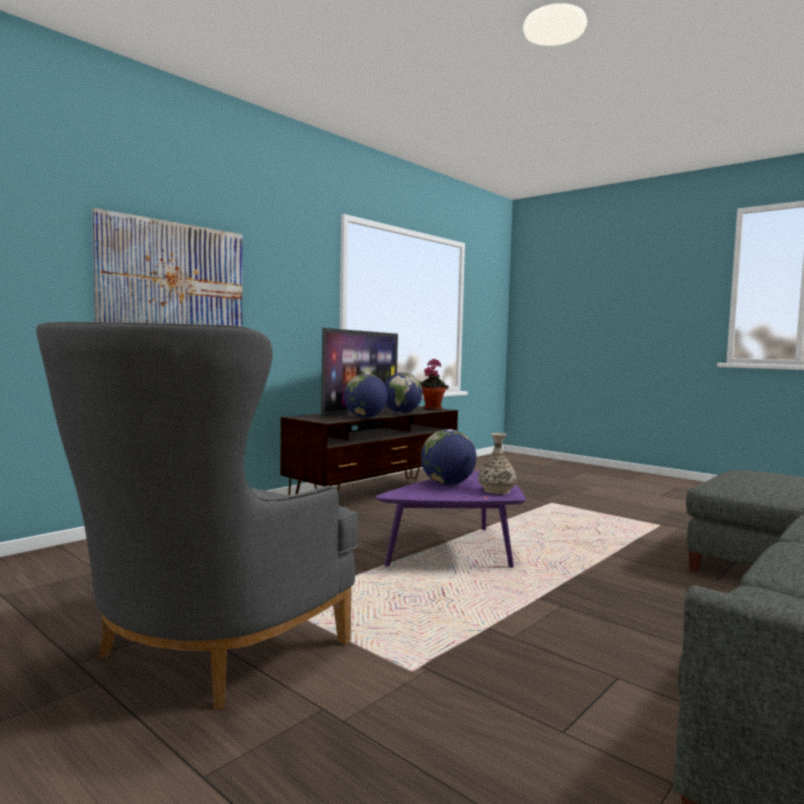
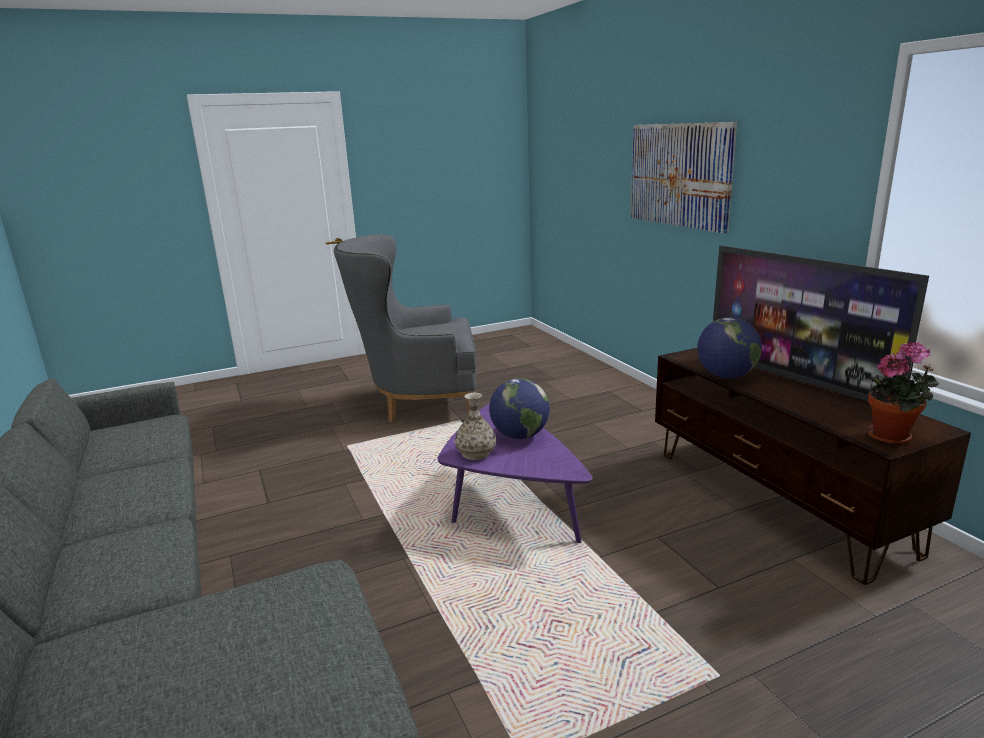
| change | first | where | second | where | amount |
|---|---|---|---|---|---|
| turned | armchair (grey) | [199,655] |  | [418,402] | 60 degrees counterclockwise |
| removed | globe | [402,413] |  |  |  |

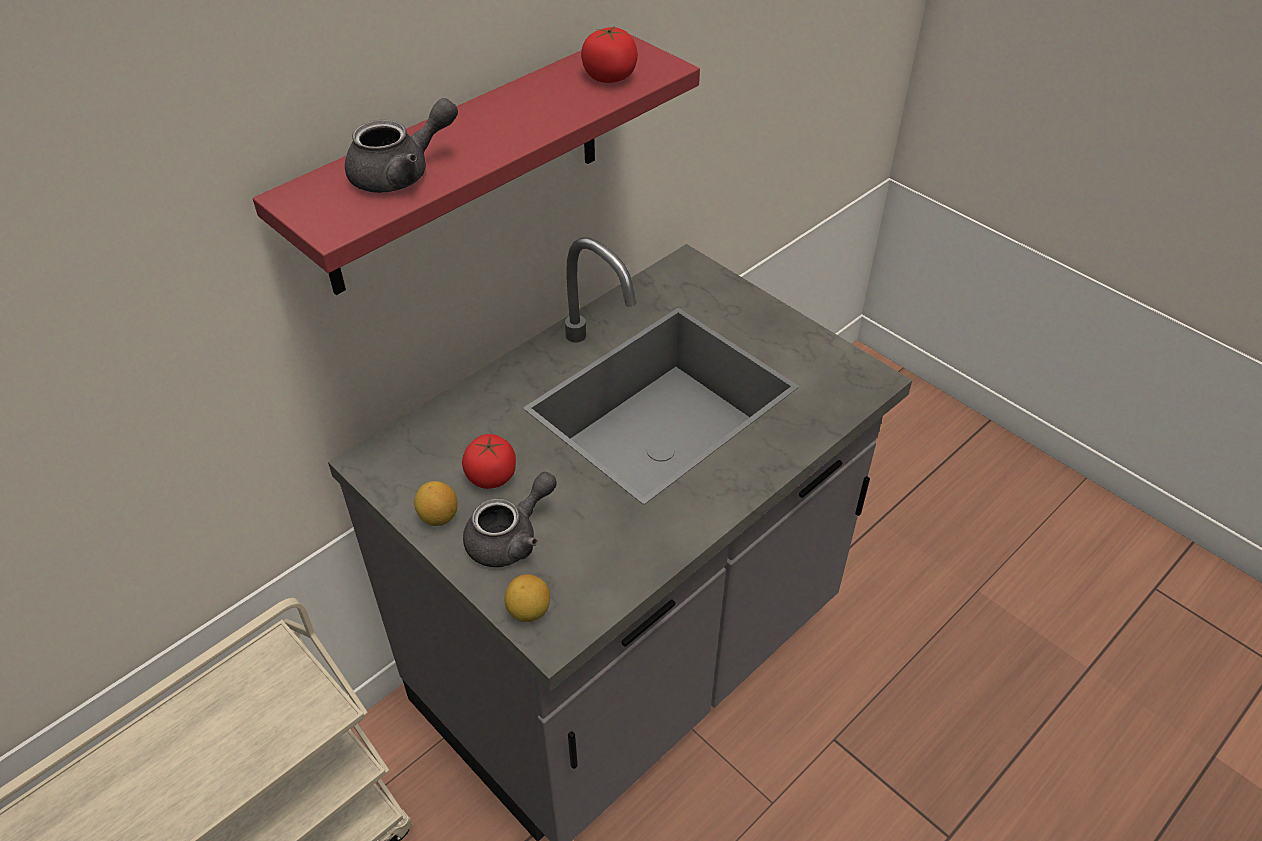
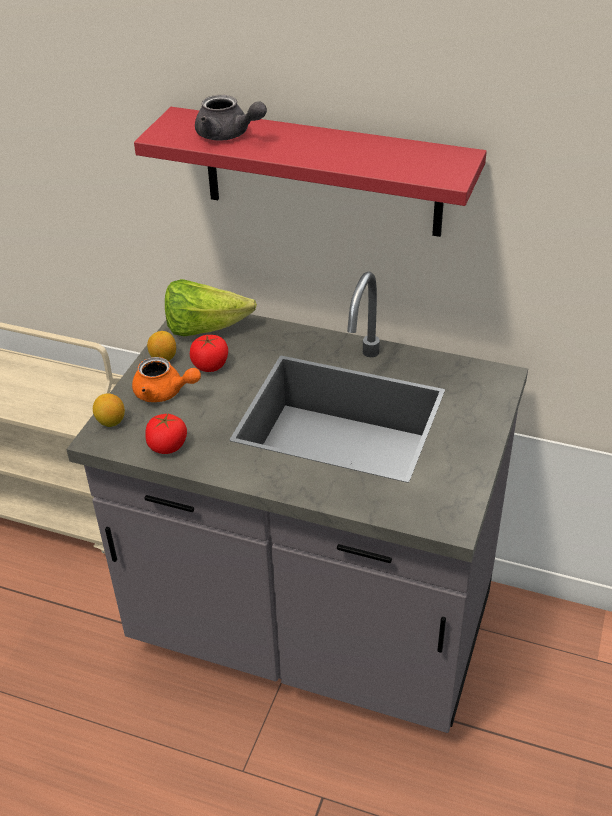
| change | first | where | second | where | amount |
|---|---|---|---|---|---|
| recoloured | teapot (grey) | [511,538] | teapot (orange) | [164,393] |  |
| moved | tomato | [610,76] |  | [167,446] |  |
| added |  |  | lettuce | [204,328] |  |

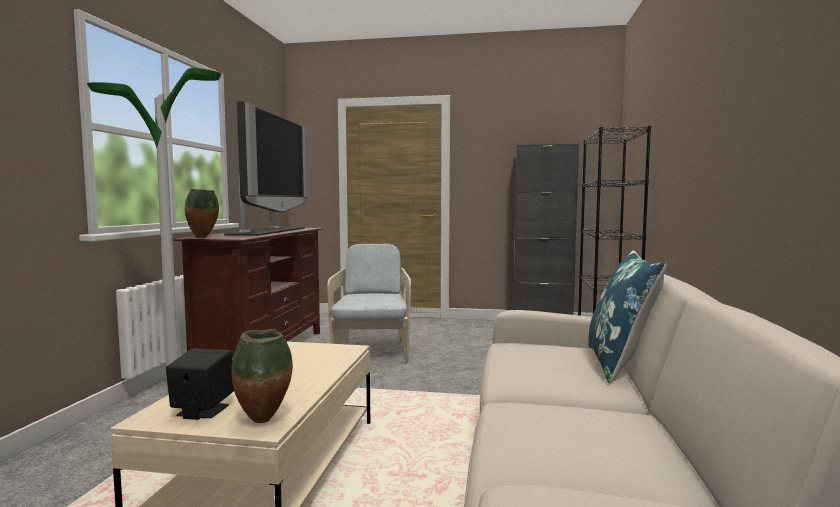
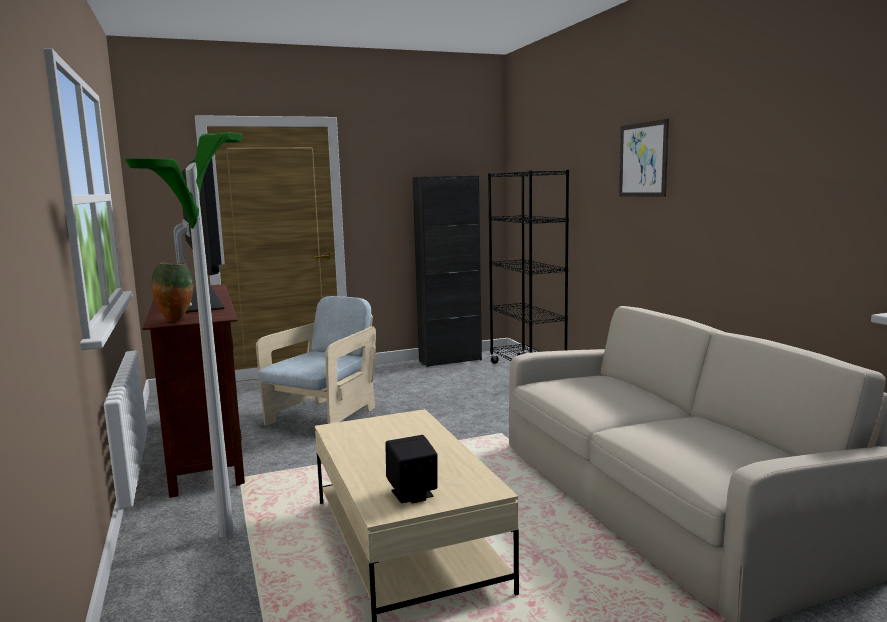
| change | first | where | second | where | amount |
|---|---|---|---|---|---|
| turned | armchair (beige) | [372,351] |  | [323,417] | 60 degrees clockwise |
| added |  |  | picture | [643,160] |  |
| removed | vase | [264,421] |  |  |  |
| removed | pillow (blue) | [620,364] |  |  |  |

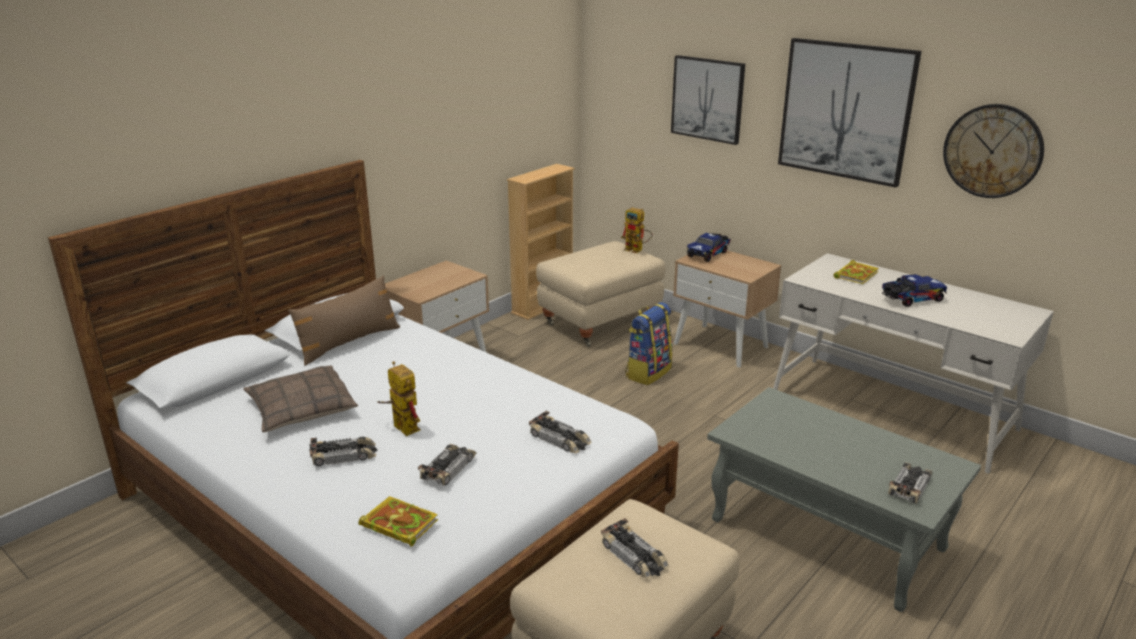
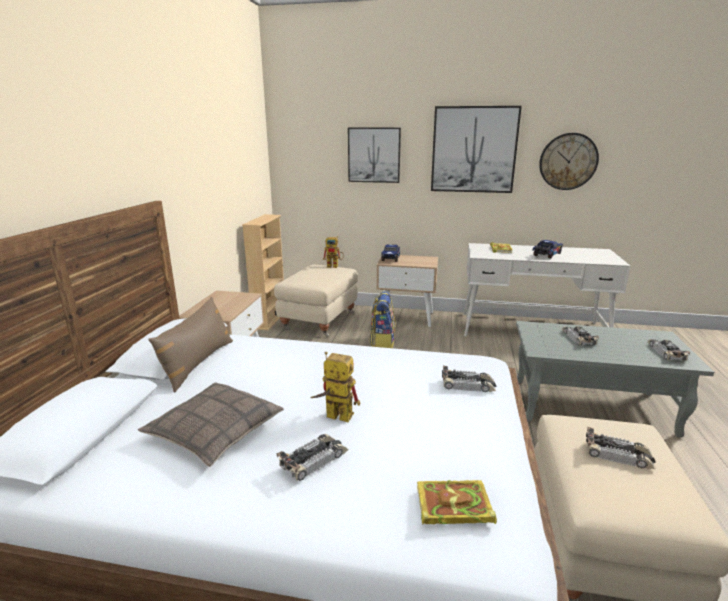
| change | first | where | second | where | amount |
|---|---|---|---|---|---|
| moved | toy car | [449,467] |  | [578,338] |  |

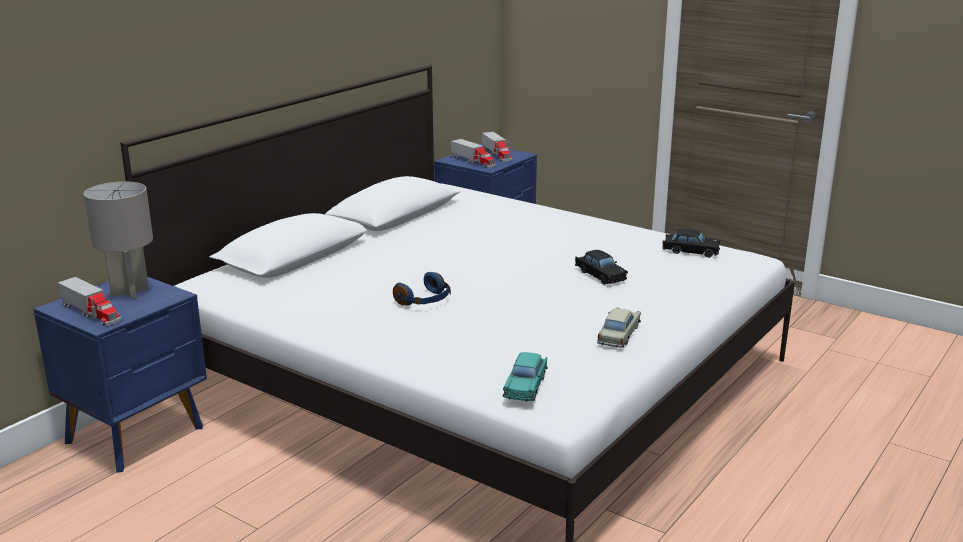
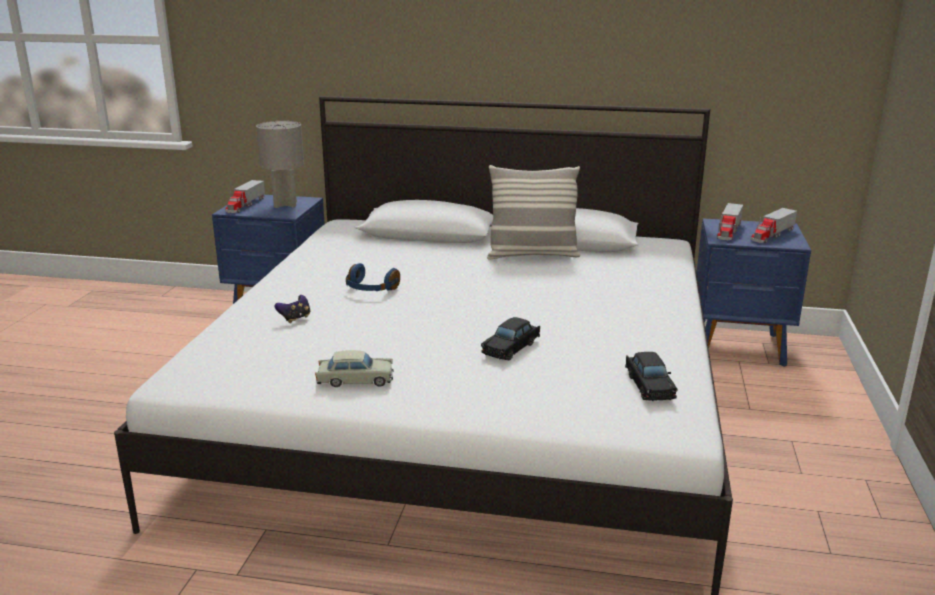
| change | first | where | second | where | amount |
|---|---|---|---|---|---|
| added |  |  | game controller | [295,319] |  |
| added |  |  | pillow | [532,255] |  |
| removed | toy car (turquoise) | [526,386] |  |  |  |

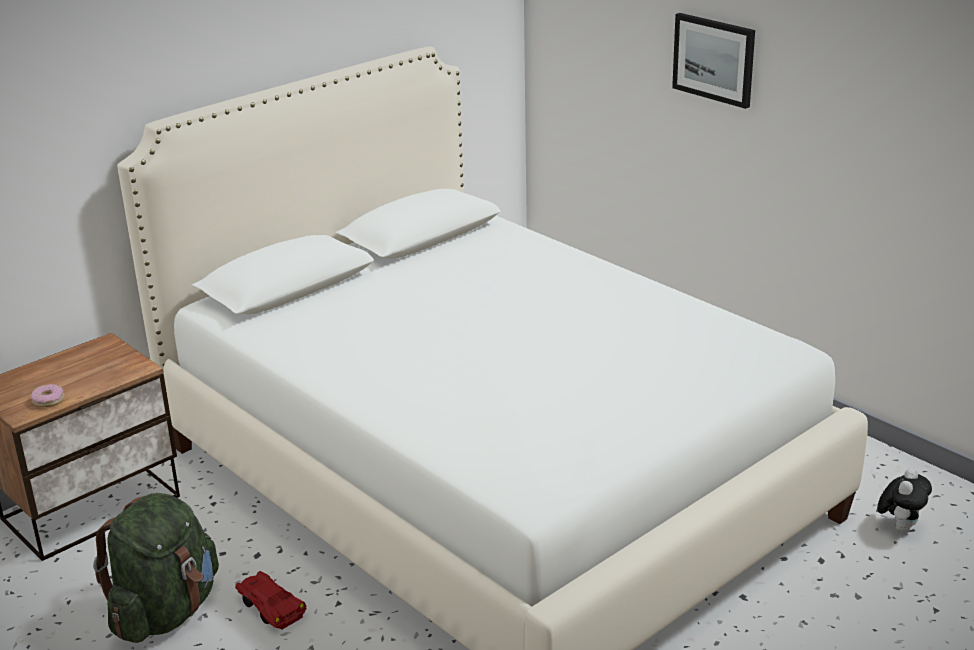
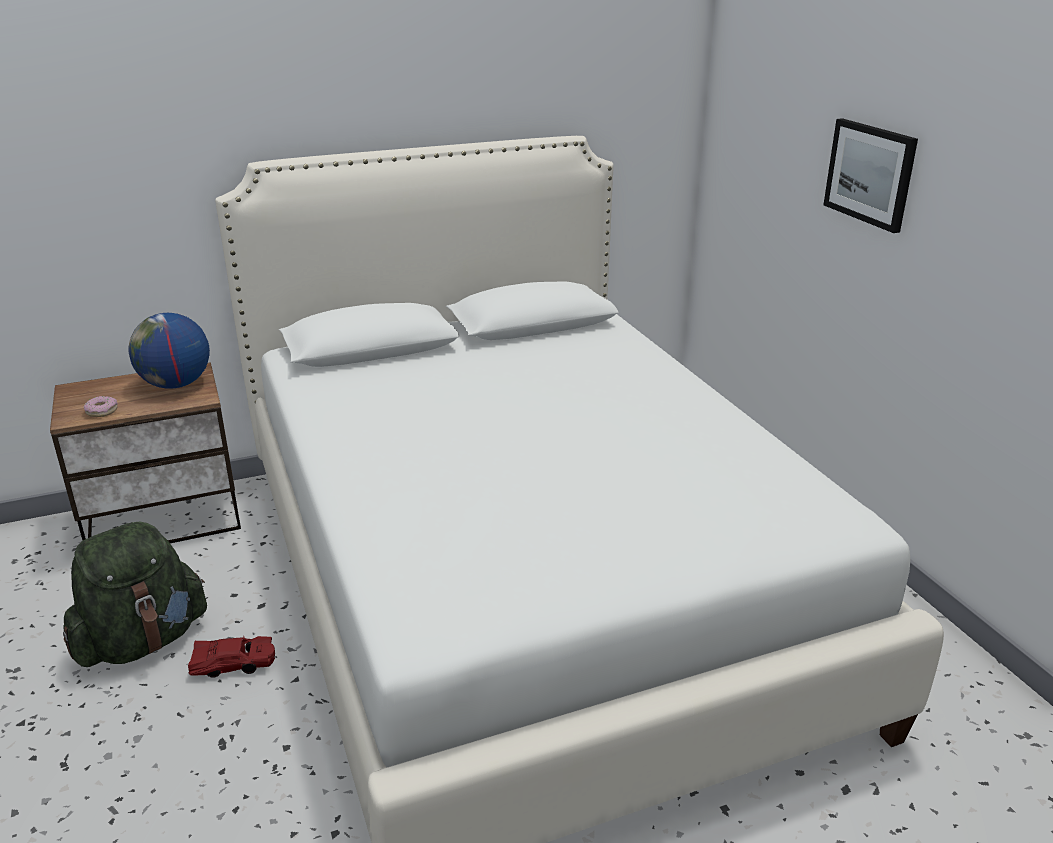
| change | first | where | second | where | amount |
|---|---|---|---|---|---|
| added |  |  | globe | [176,385] |  |
| turned | toy car (red) | [270,607] |  | [233,664] | 105 degrees clockwise |
| removed | plush toy | [900,527] |  |  |  |

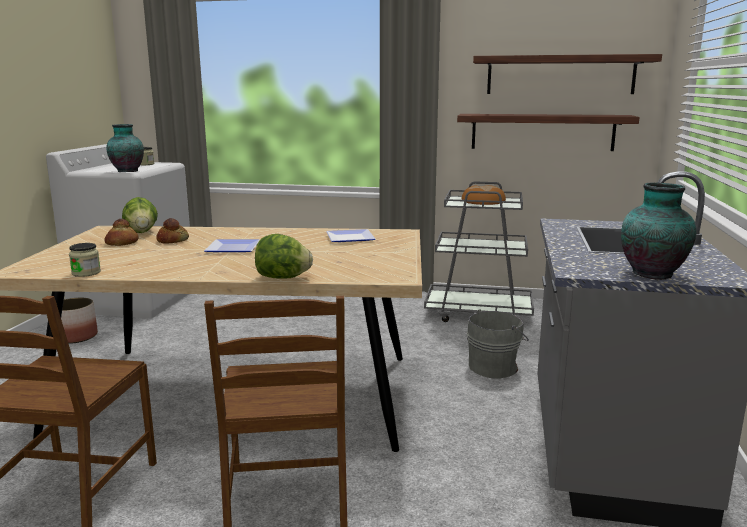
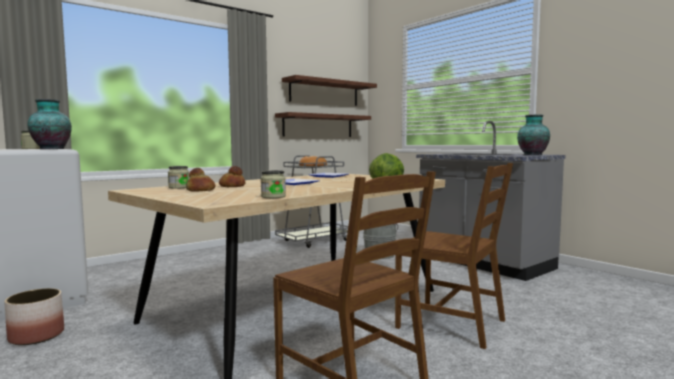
| change | first | where | second | where | amount |
|---|---|---|---|---|---|
| replaced | lettuce | [141,232] | jar | [179,187] |  |

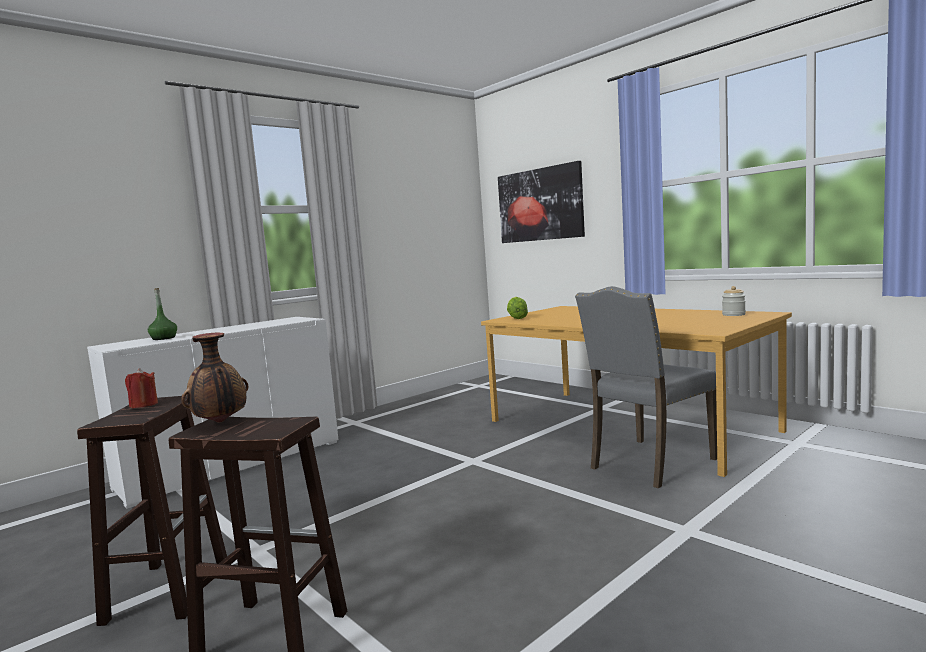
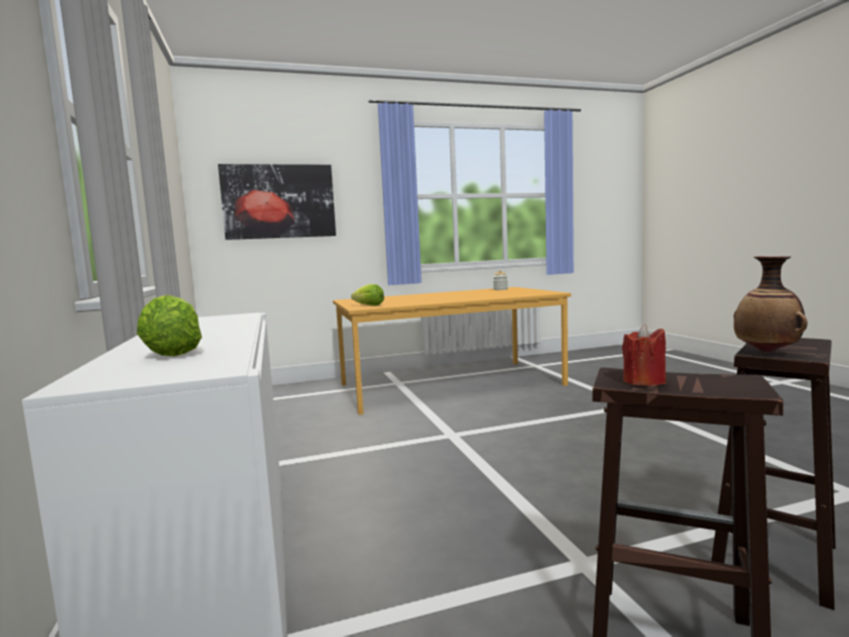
| change | first | where | second | where | amount |
|---|---|---|---|---|---|
| replaced | bottle (green) | [163,338] | lettuce | [173,353] |  |
| removed | chair (grey) | [649,463] |  |  |  |

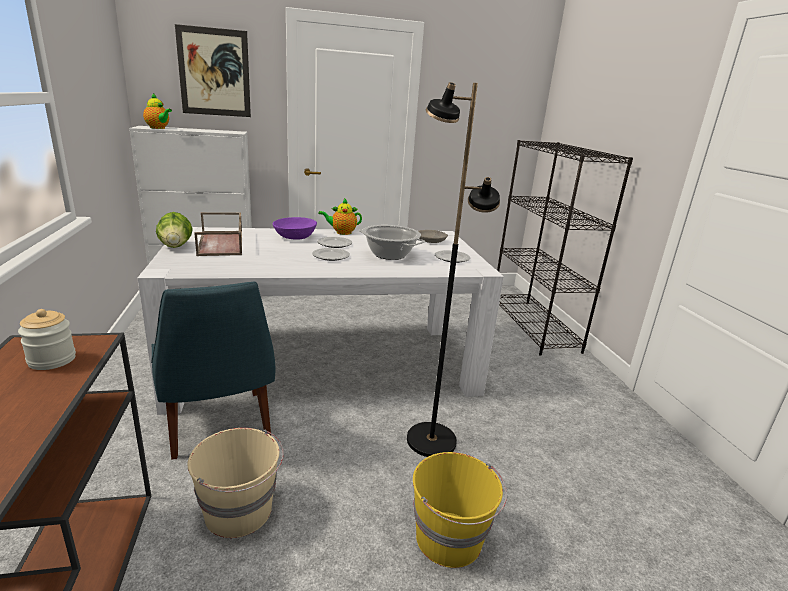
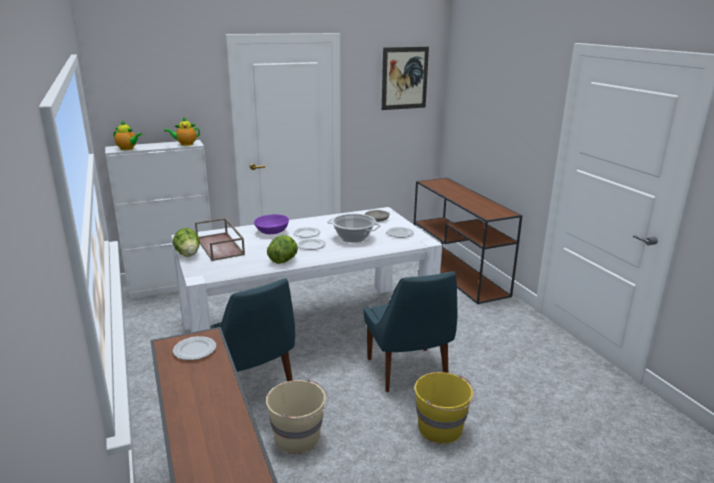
| change | first | where | second | where | amount |
|---|---|---|---|---|---|
| moved | teapot | [341,232] |  | [185,144] |  |
| replaced | jar | [52,360] | plate | [195,350] |  |
| added |  |  | lettuce | [283,260] |  |
| replaced | floor lamp (black) | [430,440] | chair (blue) | [408,371] |  |
| moved | picture | [214,72] |  | [404,78] |  |
| replaced | bookcase (black) | [534,326] | console table (brown) | [458,273] |  |

